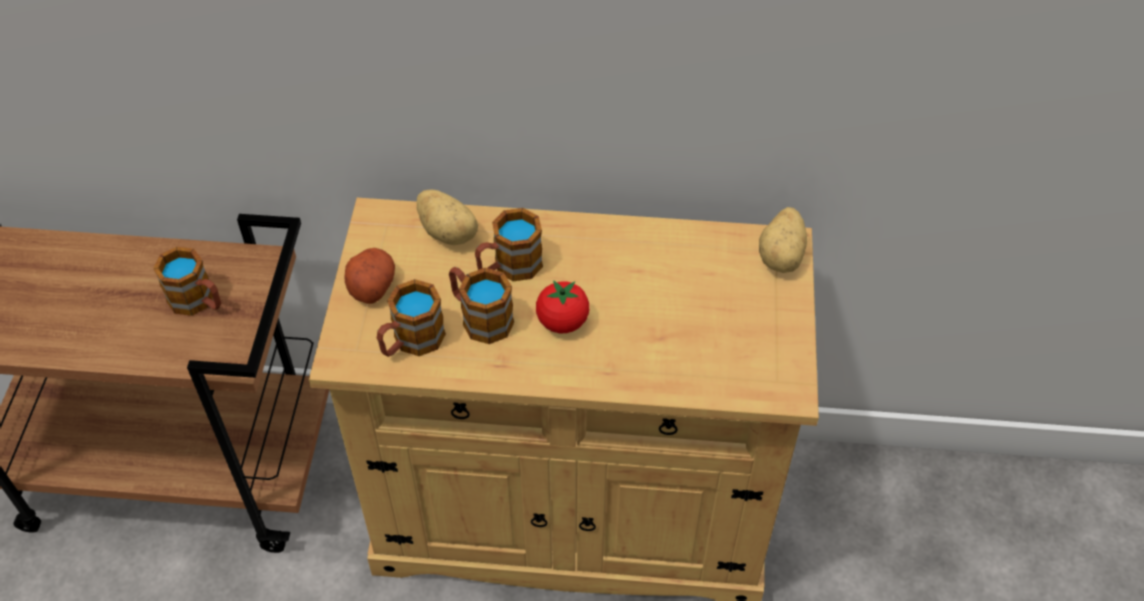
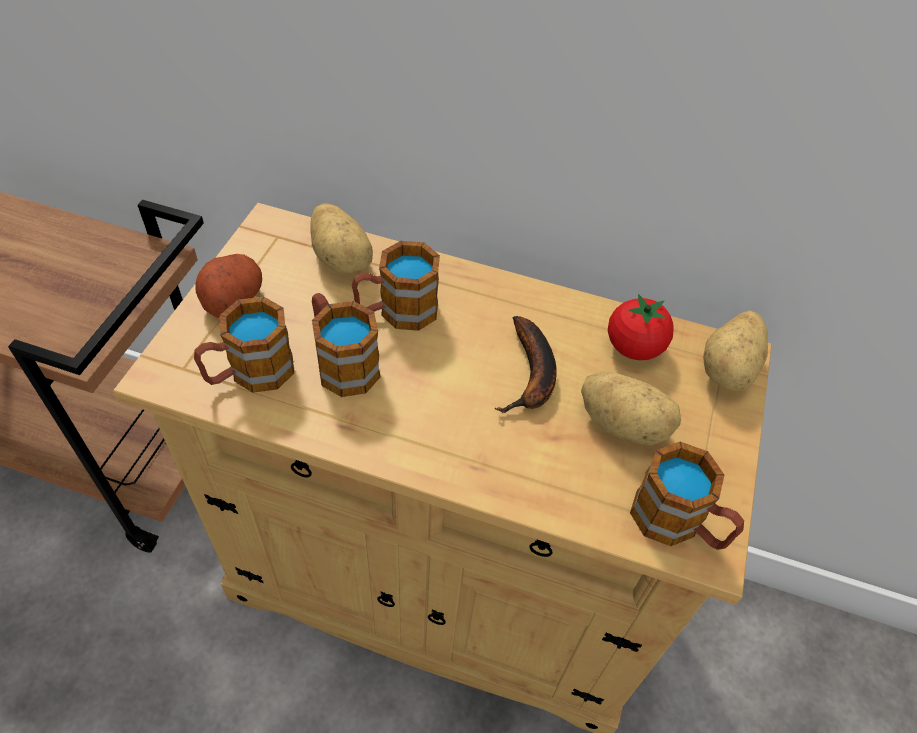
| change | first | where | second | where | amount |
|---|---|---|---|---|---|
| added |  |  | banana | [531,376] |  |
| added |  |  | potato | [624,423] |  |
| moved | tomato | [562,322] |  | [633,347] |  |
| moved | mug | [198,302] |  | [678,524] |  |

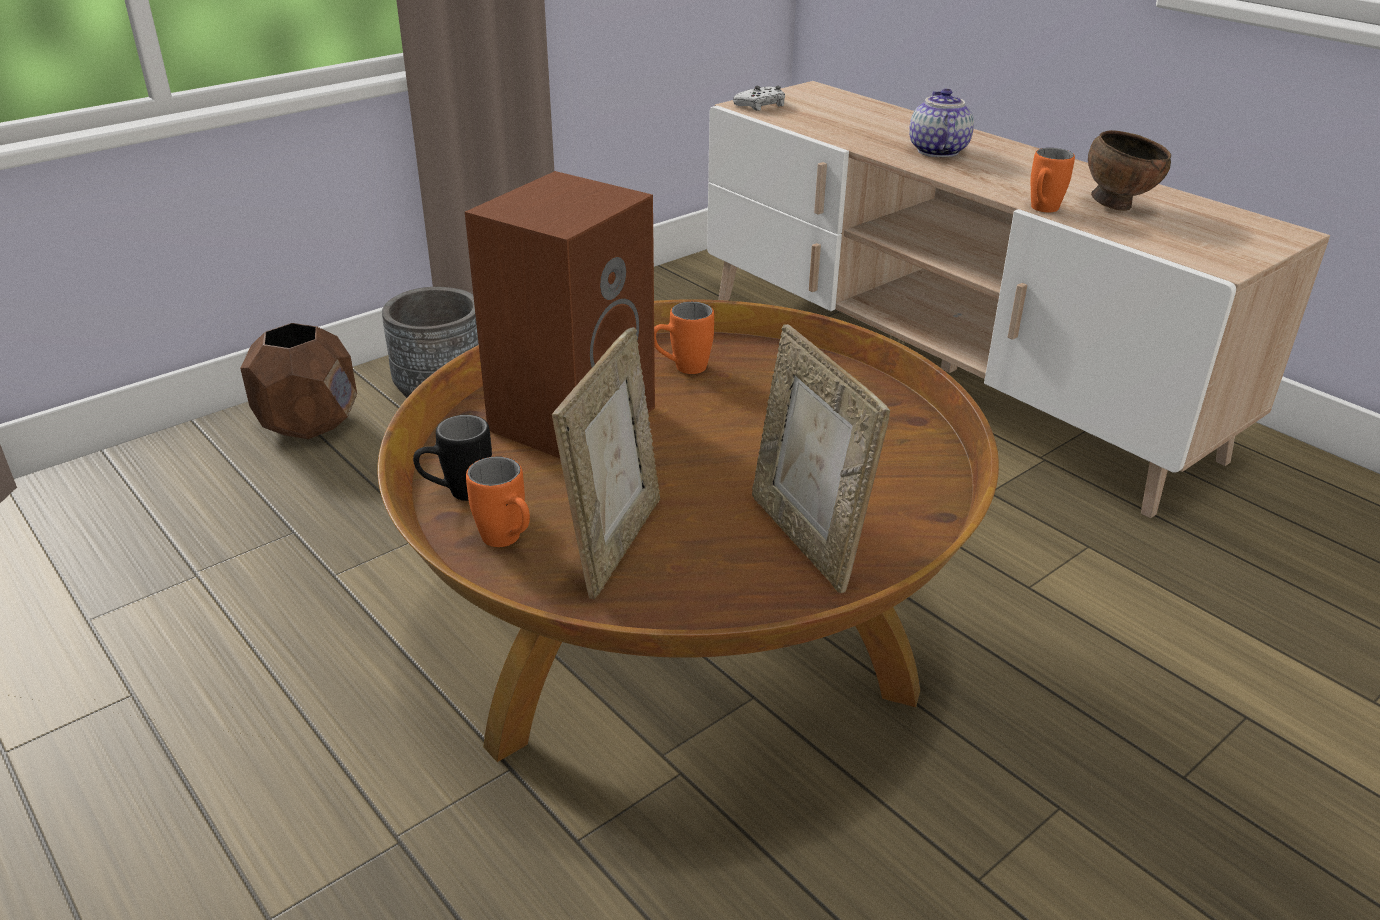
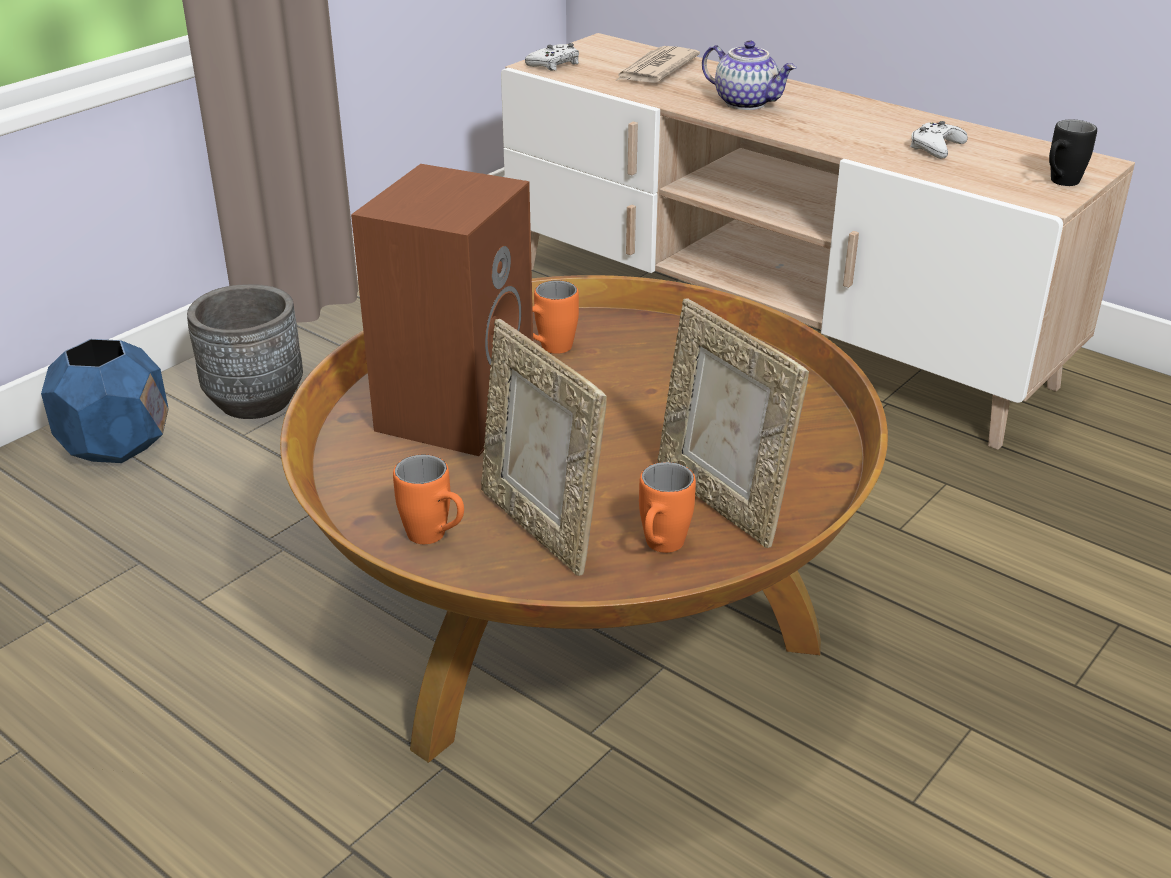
| change | first | where | second | where | amount |
|---|---|---|---|---|---|
| recoloured | planter (brown) | [310,424] | planter (blue) | [118,446] |  |
| turned | picture frame | [615,543] |  | [540,527] | 135 degrees clockwise |
| added |  |  | newspaper | [655,70] |  |
| moved | mug (orange) | [1041,210] |  | [660,549] |  |
| turned | teapot | [936,151] |  | [747,102] | 135 degrees clockwise |
| replaced | bowl (brown) | [1117,205] | game controller (white) | [935,147] |  |
| moved | mug (black) | [457,494] |  | [1059,183] |  |

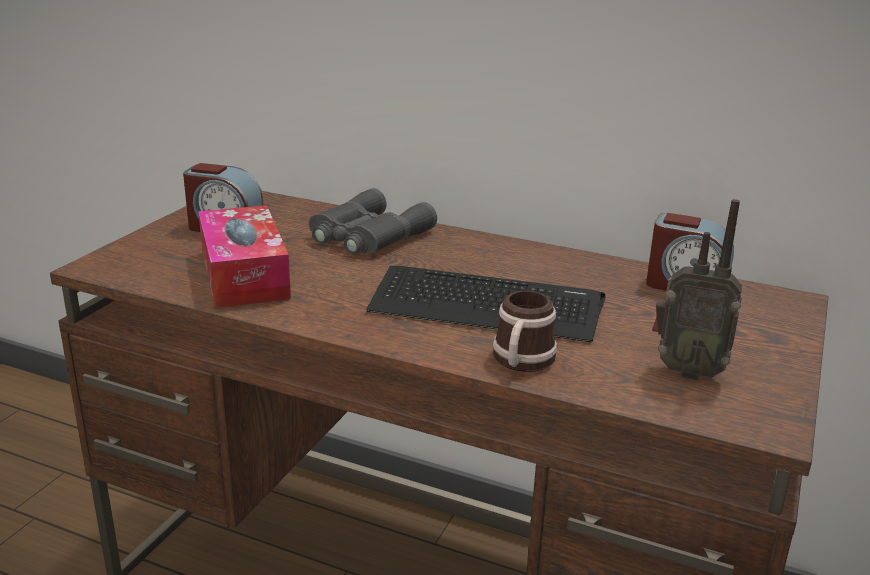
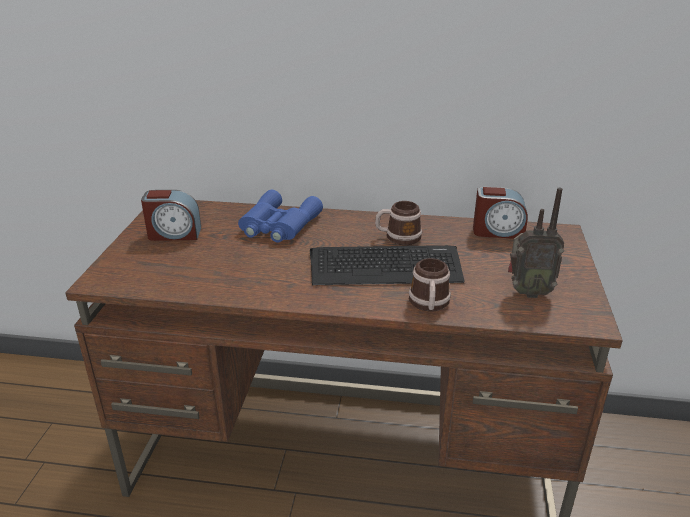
| change | first | where | second | where | amount |
|---|---|---|---|---|---|
| recoloured | binoculars (grey) | [366,236] | binoculars (blue) | [278,225] |  |
| added |  |  | mug | [398,237] |  |
| removed | tissue box | [244,274] |  |  |  |

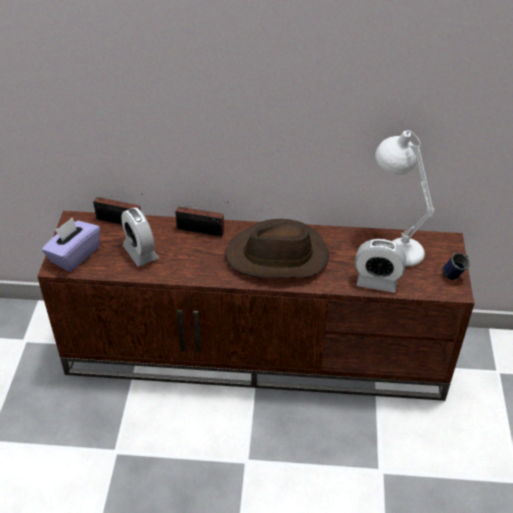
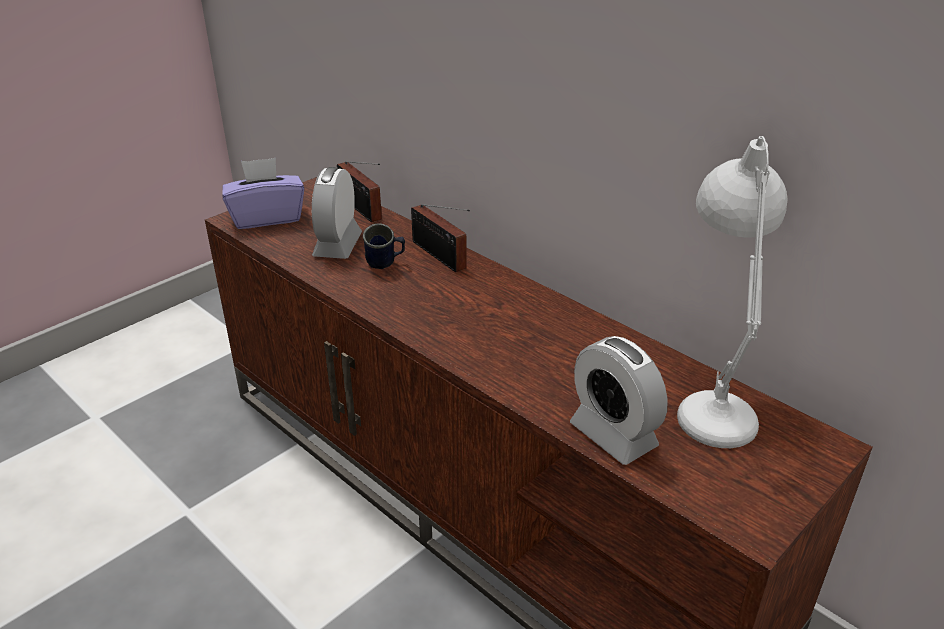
| change | first | where | second | where | amount |
|---|---|---|---|---|---|
| moved | mug (blue) | [455,274] |  | [385,265] |  |
| removed | hat (brown) | [278,256] |  |  |  |

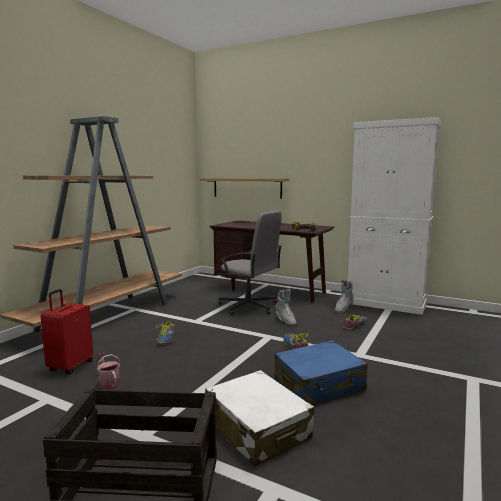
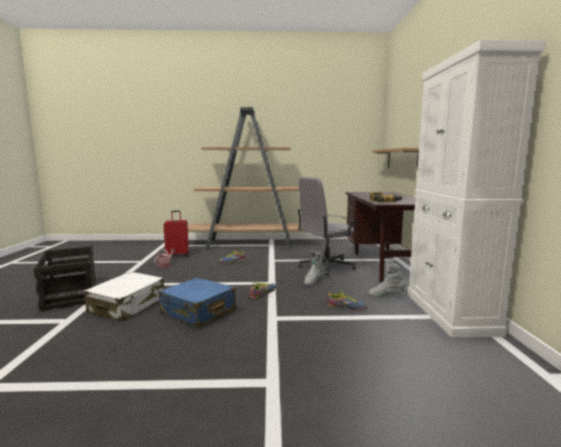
| change | first | where | second | where | amount |
|---|---|---|---|---|---|
| turned | office chair (grey) | [249,307] |  | [325,266] | 60 degrees clockwise |

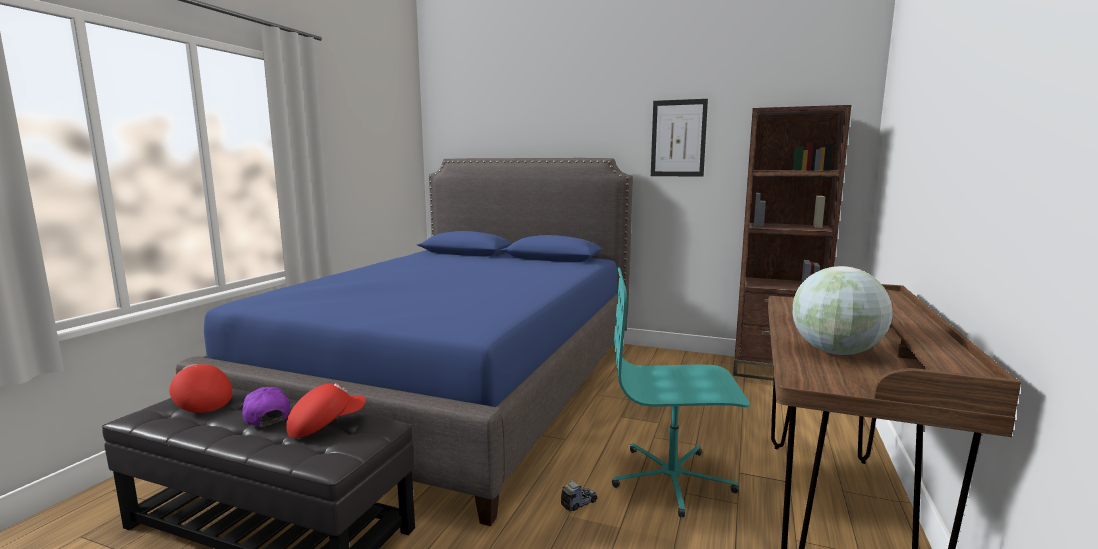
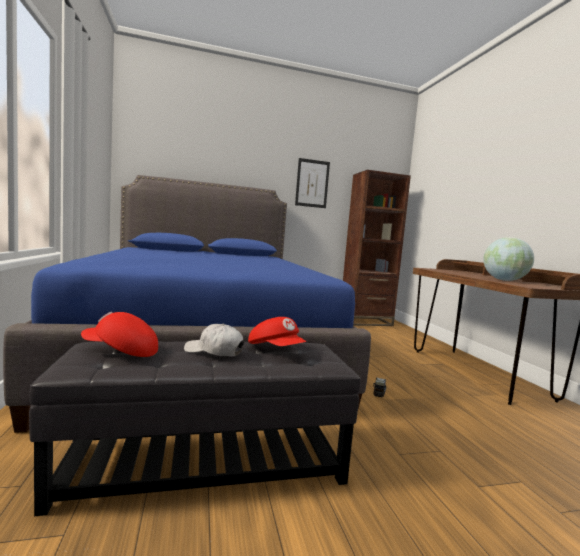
| change | first | where | second | where | amount |
|---|---|---|---|---|---|
| recoloured | cap (purple) | [265,416] | cap (white) | [214,351] |  |
| turned | cap (red) | [326,425] |  | [276,350] | 120 degrees clockwise |
| removed | office chair (turquoise) | [672,479] |  |  |  |

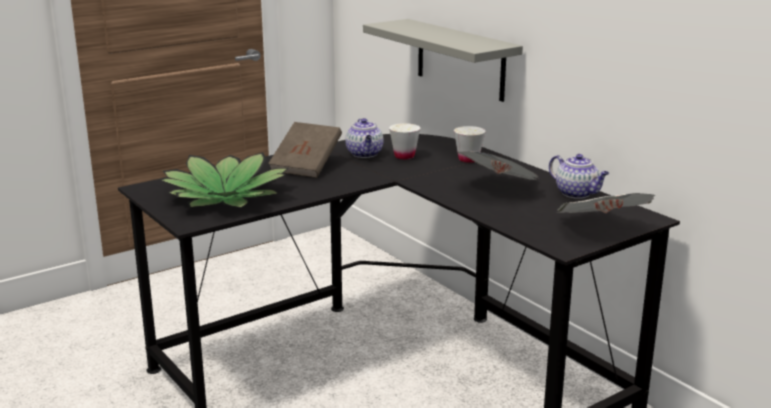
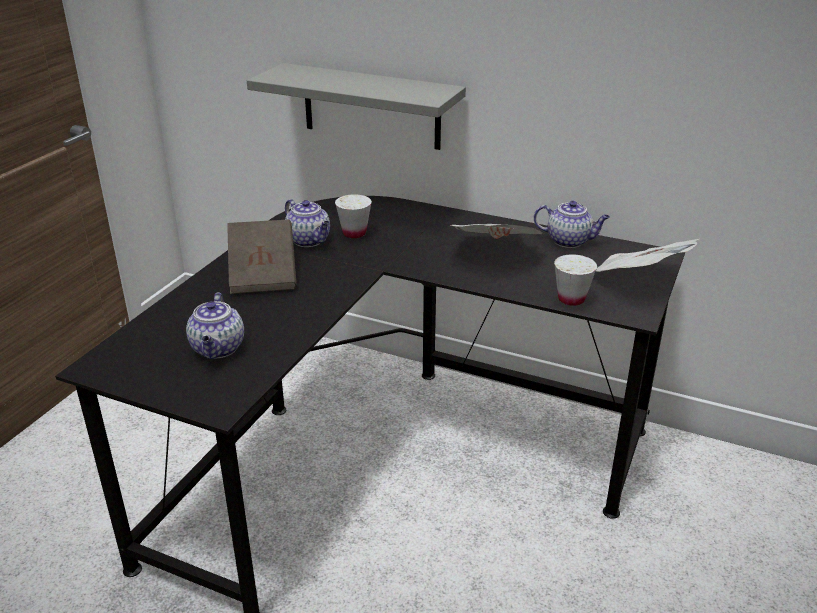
| change | first | where | second | where | amount |
|---|---|---|---|---|---|
| replaced | potted plant | [225,196] | teapot | [218,349] |  |
| moved | cup (white) | [468,159] |  | [571,299] |  |

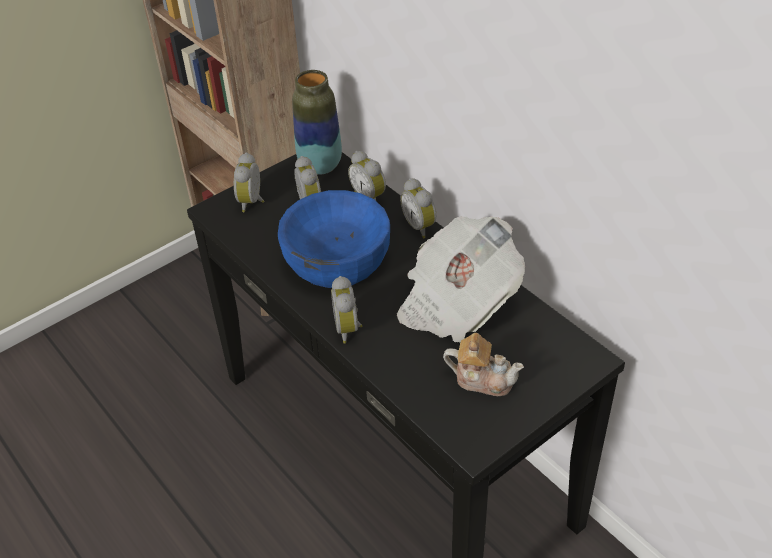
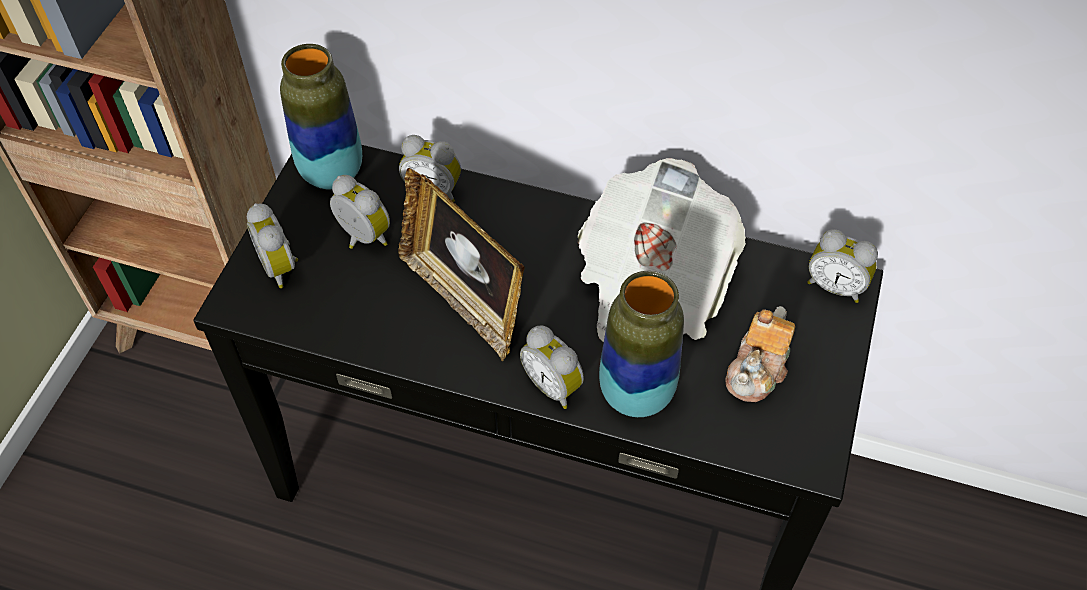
| change | first | where | second | where | amount |
|---|---|---|---|---|---|
| replaced | bowl (blue) | [337,260] | picture frame | [464,299] |  |
| added |  |  | vase | [636,394] |  |
| turned | teapot | [482,379] |  | [757,370] | 135 degrees clockwise |
| moved | alarm clock | [420,226] |  | [835,285] |  |

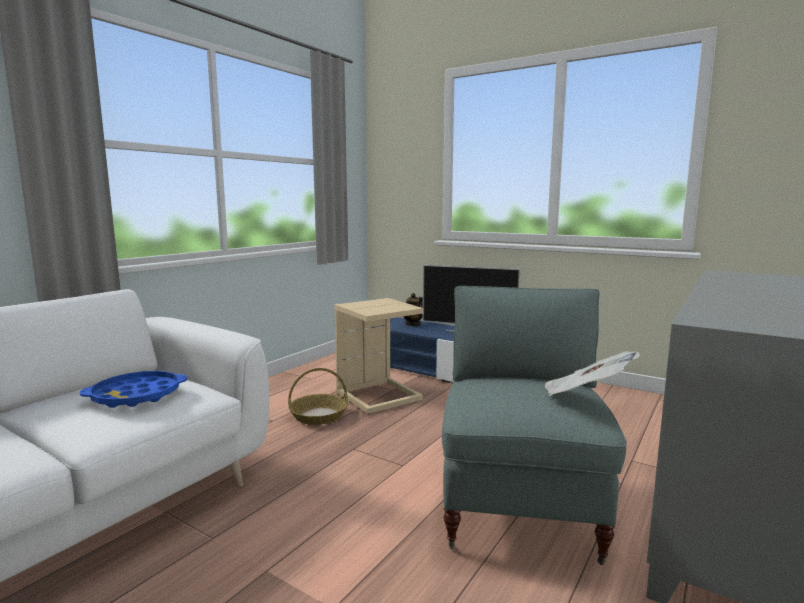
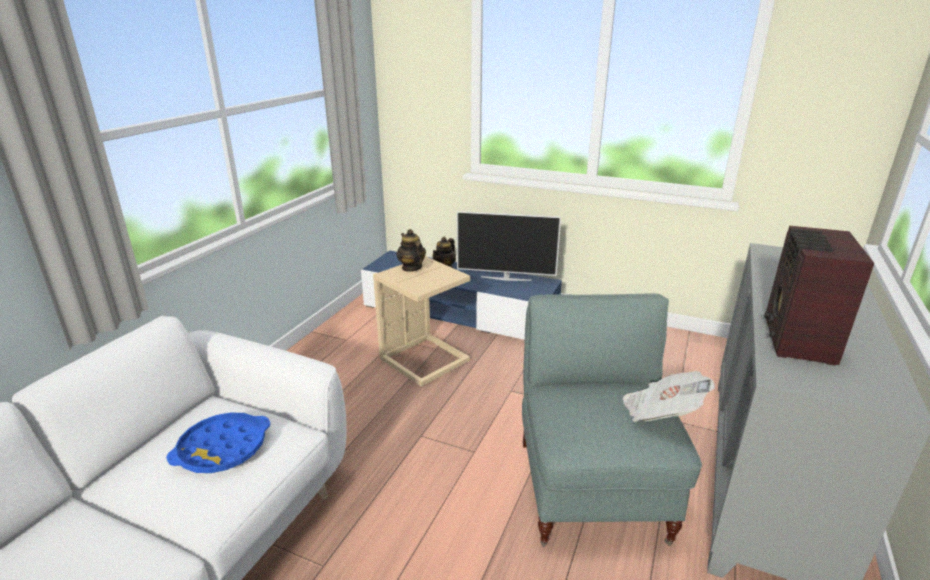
| change | first | where | second | where | amount |
|---|---|---|---|---|---|
| added |  |  | teapot | [411,267] |  |
| added |  |  | radio | [797,341] |  |
| removed | basket | [319,415] |  |  |  |

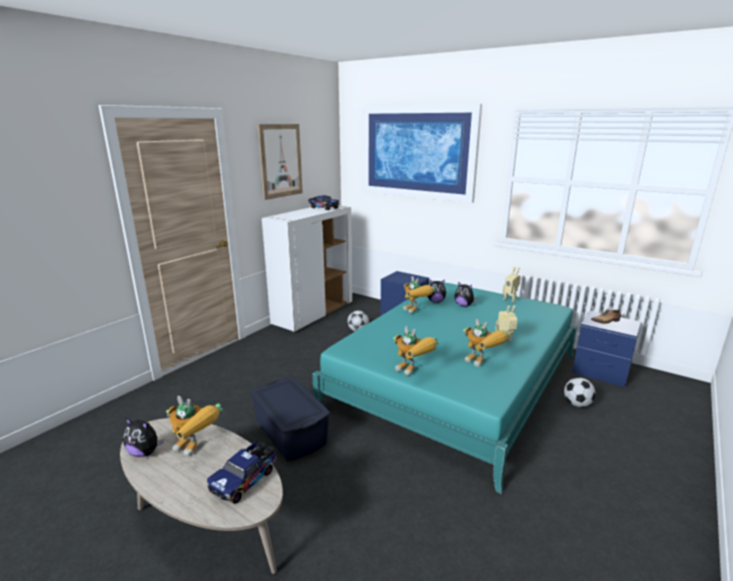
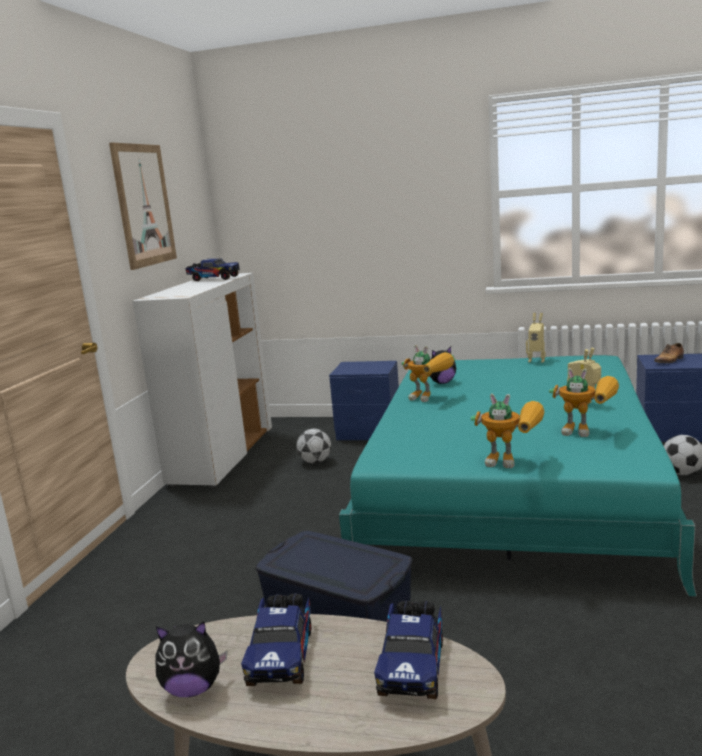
| change | first | where | second | where | amount |
|---|---|---|---|---|---|
| replaced | toy robot | [197,449] | toy truck | [282,653] |  |
| removed | picture | [417,152] |  |  |  |
| removed | plush toy | [463,305] |  |  |  |

